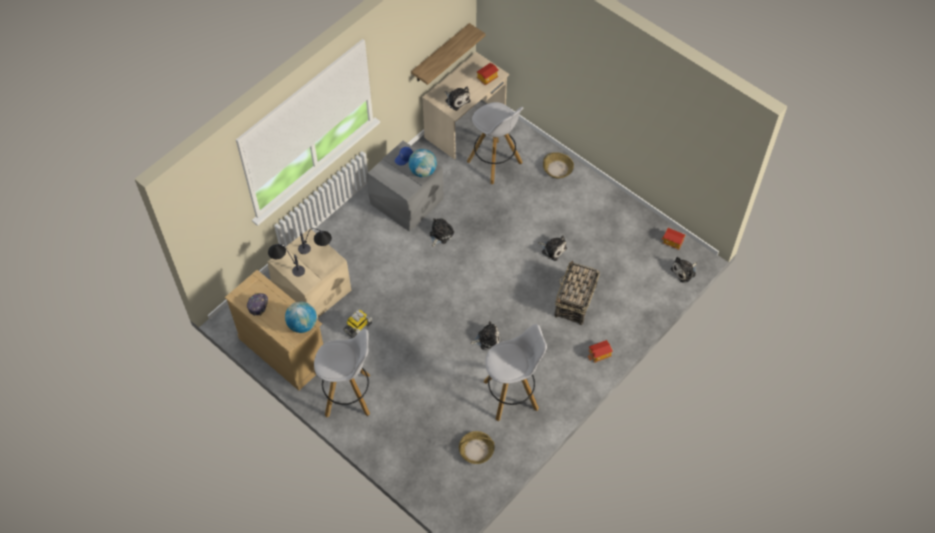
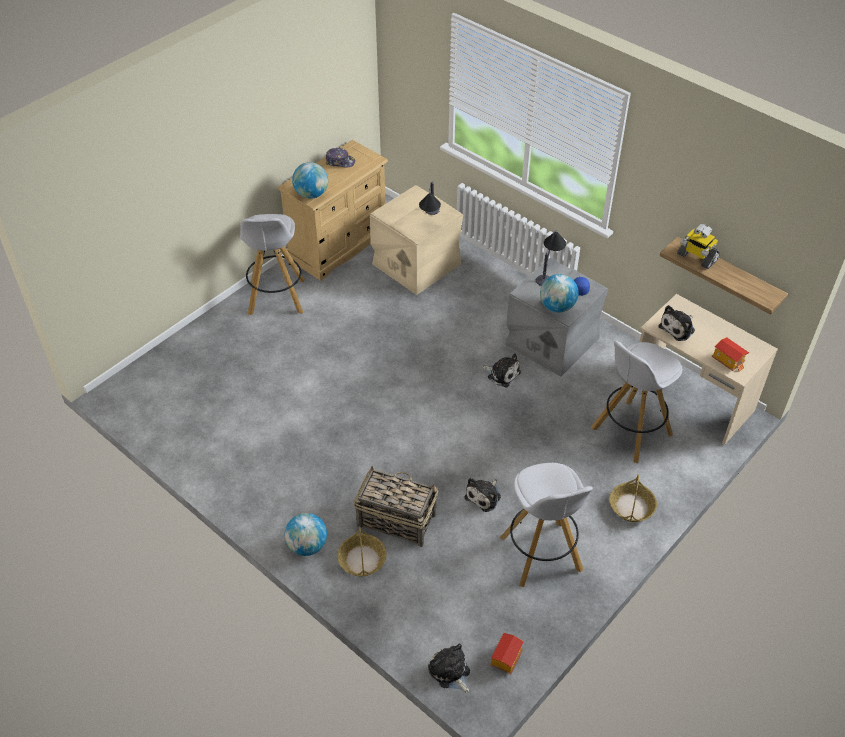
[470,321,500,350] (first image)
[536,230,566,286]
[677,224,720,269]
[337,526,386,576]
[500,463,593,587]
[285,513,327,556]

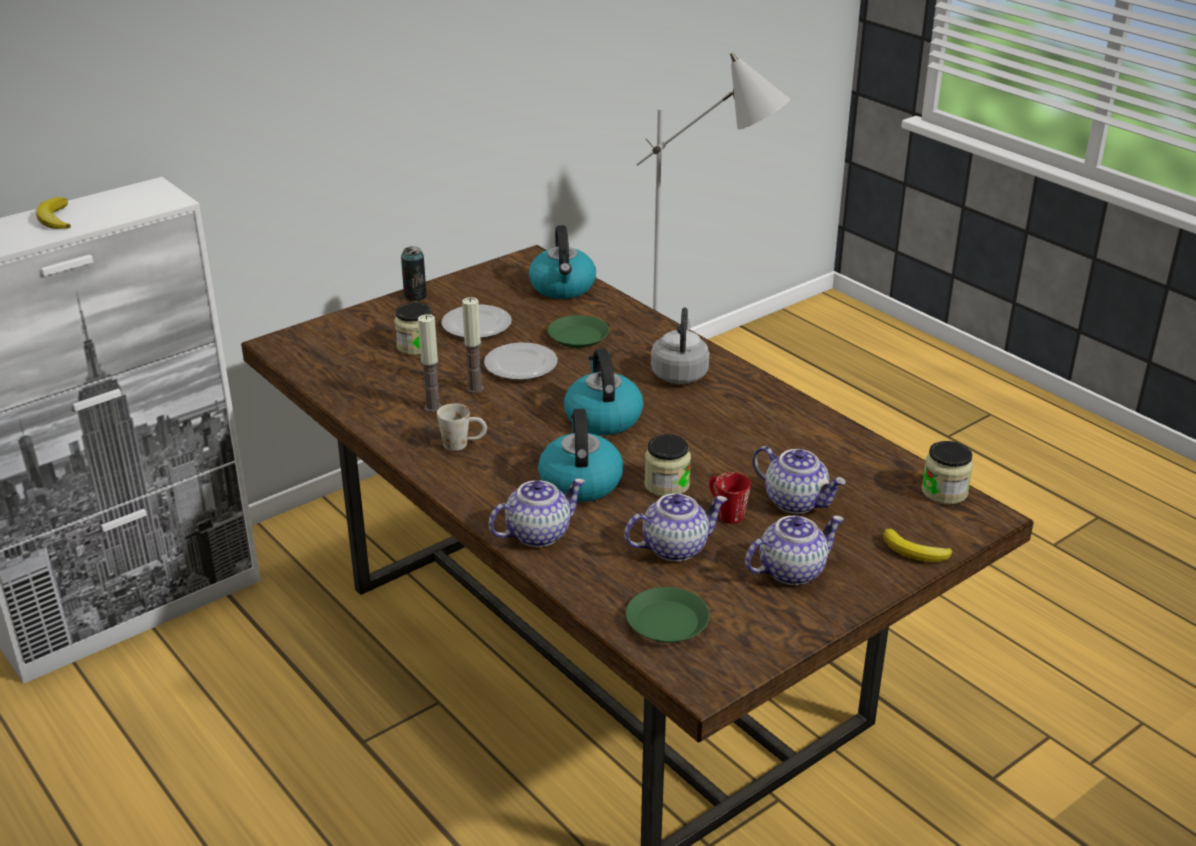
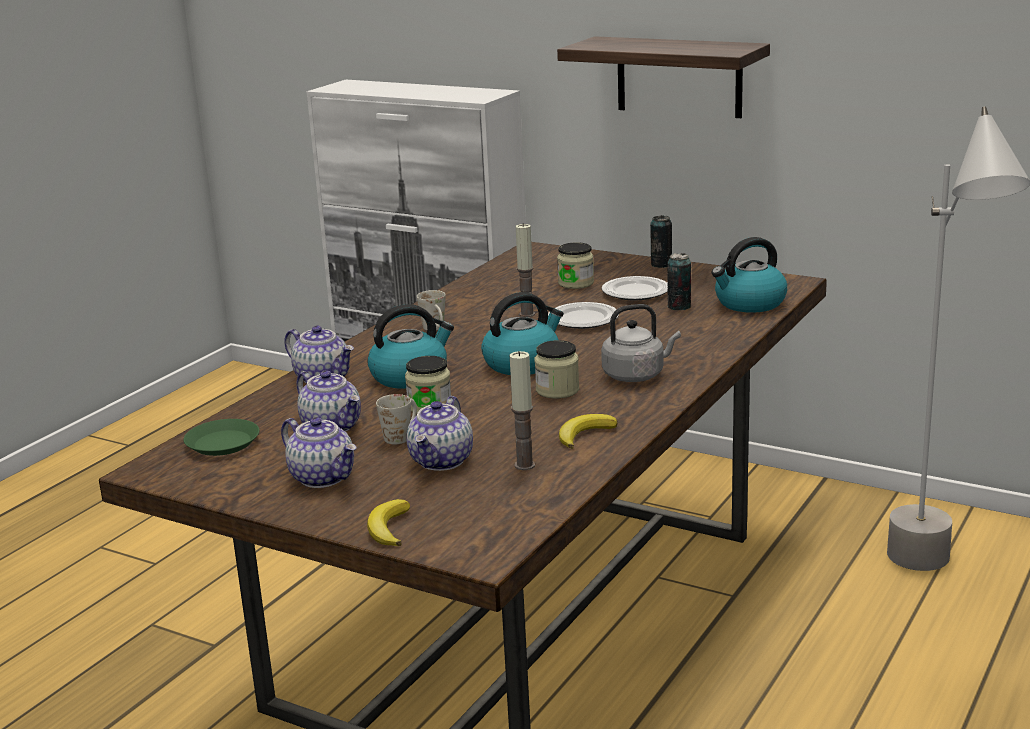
[548,315,609,348] (first image)
[557,36,770,118]
[667,253,691,310]
[559,414,618,449]
[510,351,535,470]
[535,340,579,399]
[376,394,417,444]

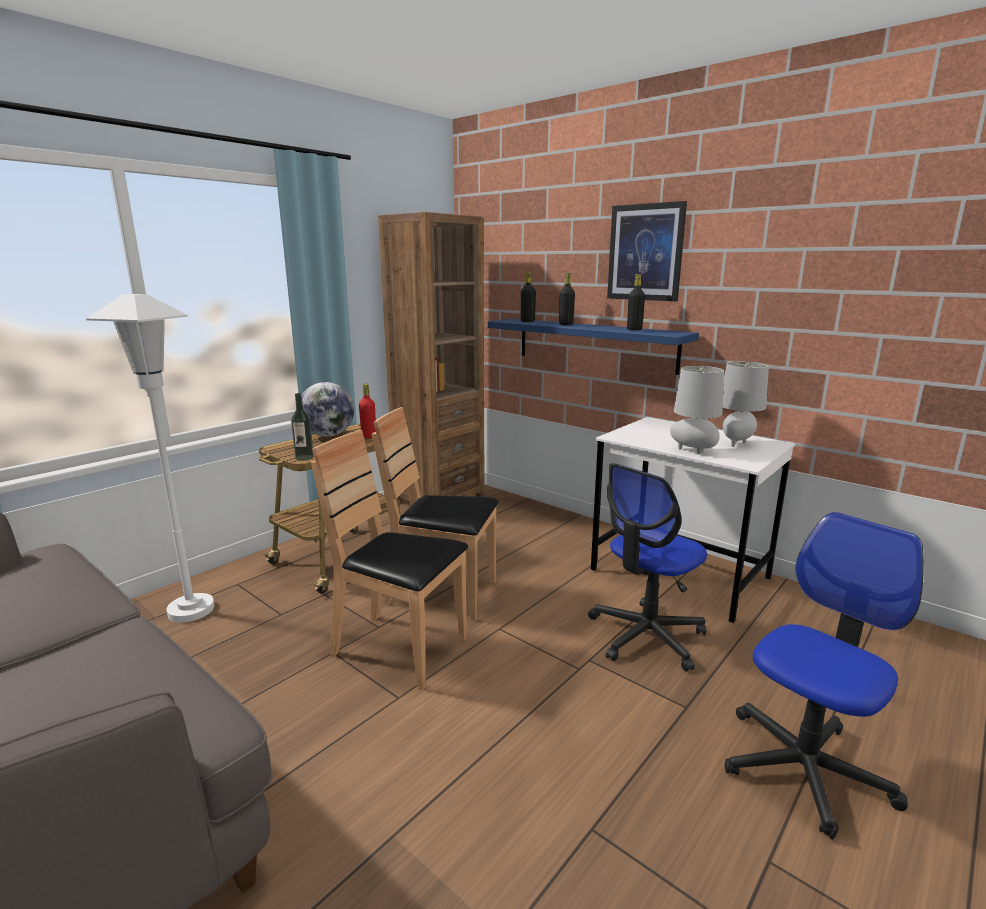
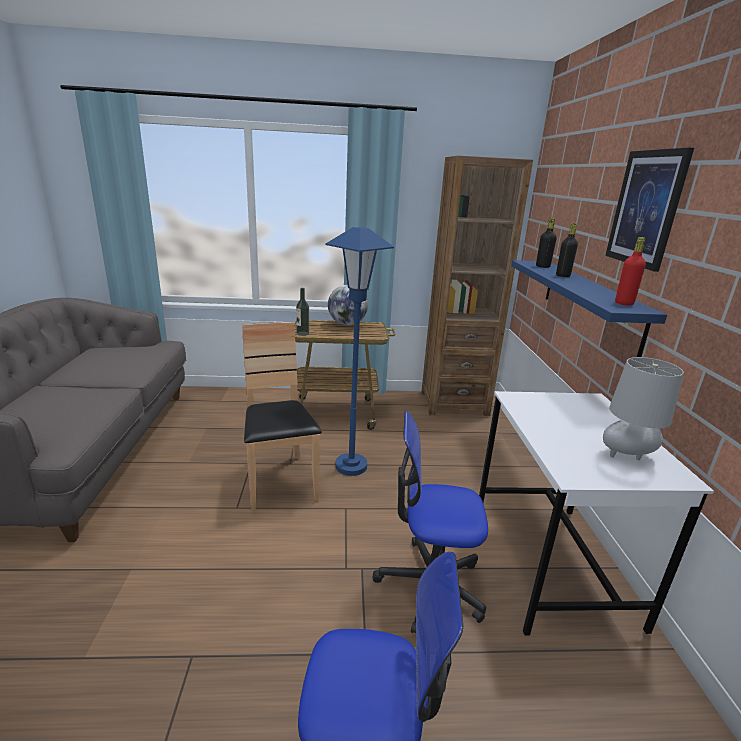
[86,294,214,623] (first image)
[627,274,645,331] (first image)
[670,366,724,454] (first image)
[615,237,646,305]
[326,227,394,476]

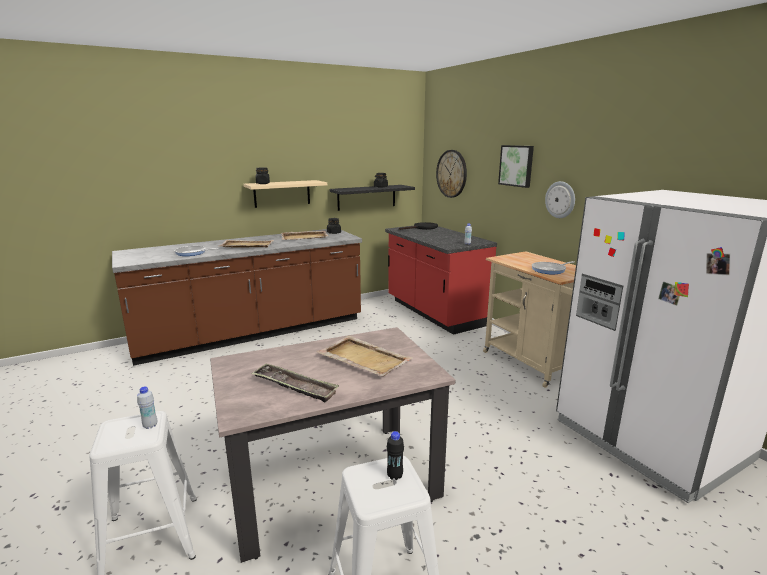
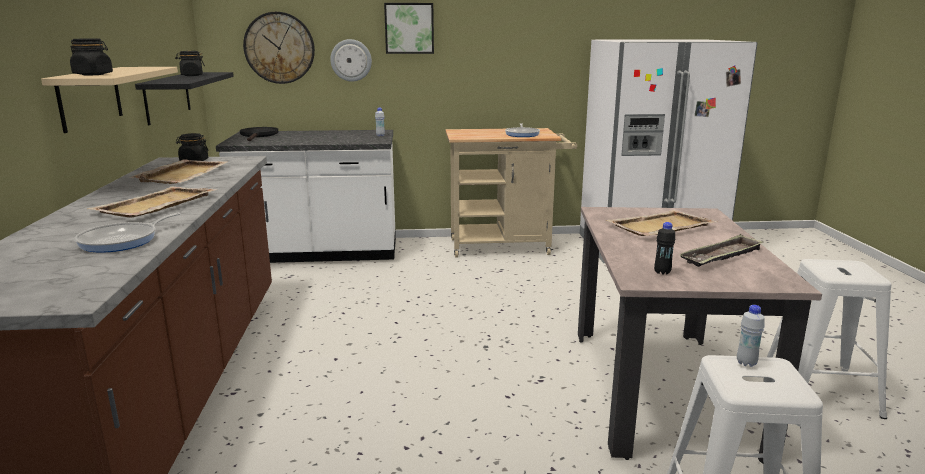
[654,222,675,275]
[330,39,372,82]
[216,130,396,263]

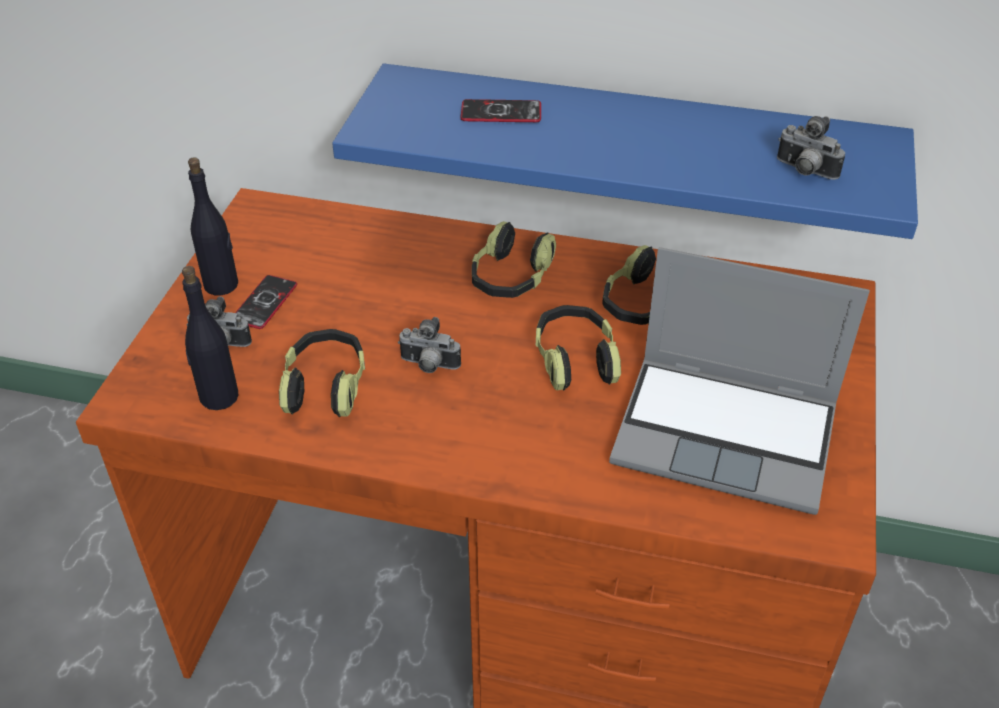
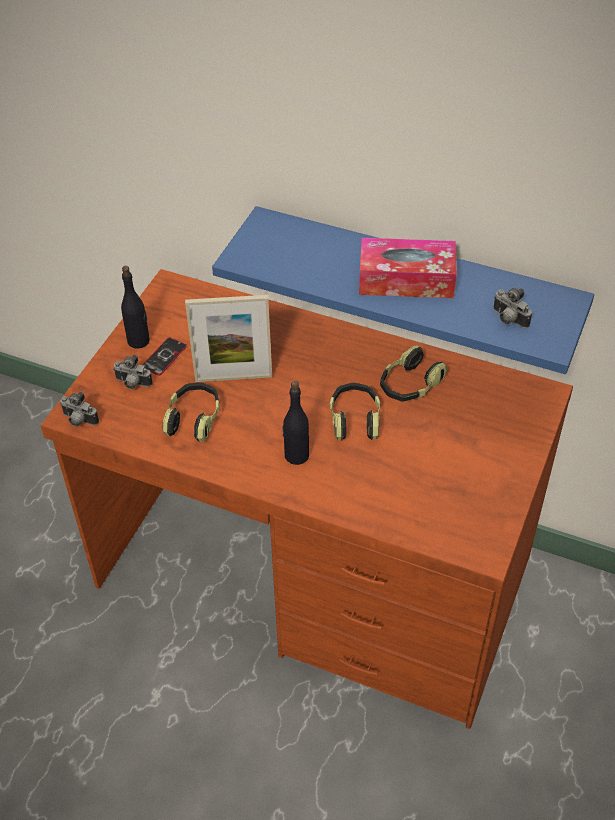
[461,99,541,122] (first image)
[472,221,556,298] (first image)
[609,247,870,515] (first image)
[185,295,272,382]
[359,238,457,298]
[282,381,309,465]
[60,392,99,427]

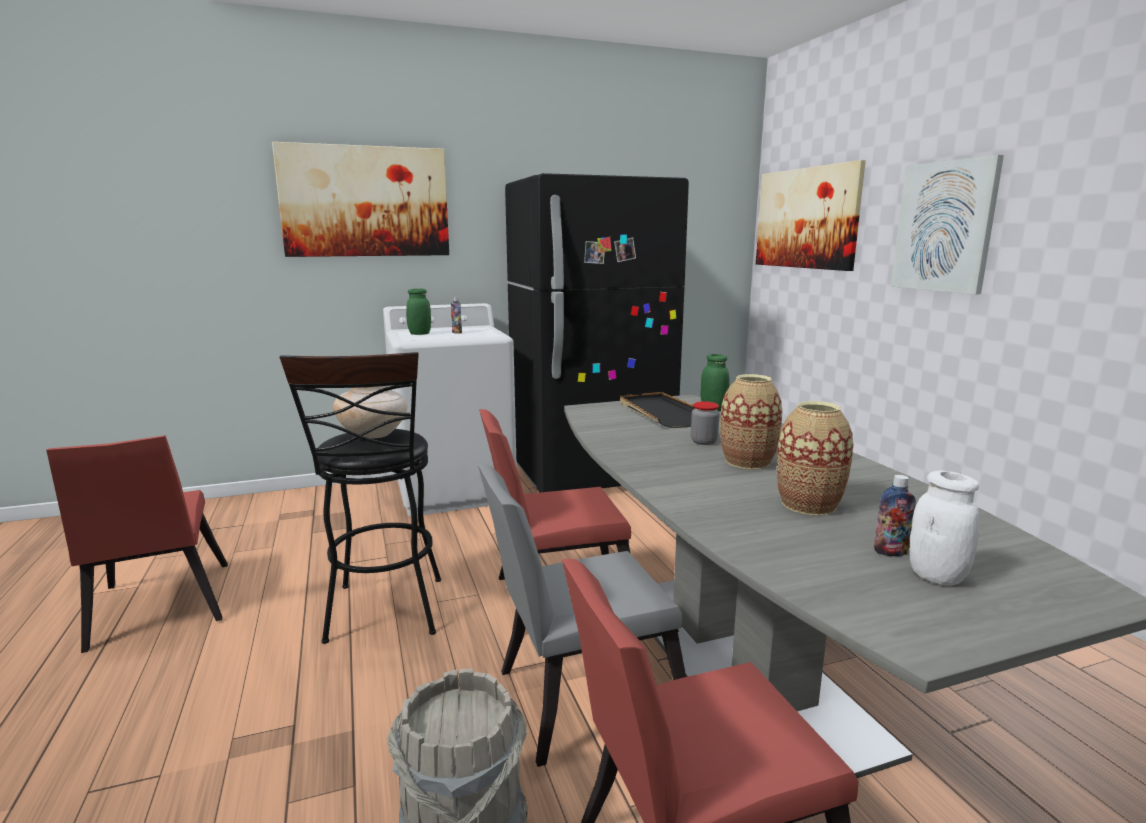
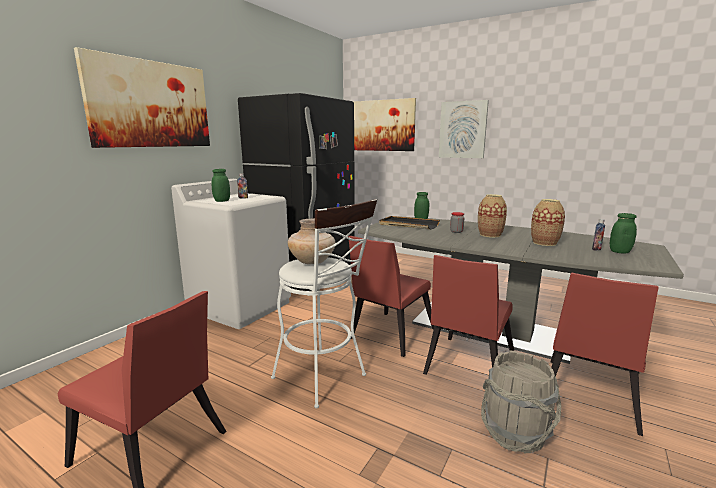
[271,199,377,408]
[423,255,514,375]
[610,213,637,253]

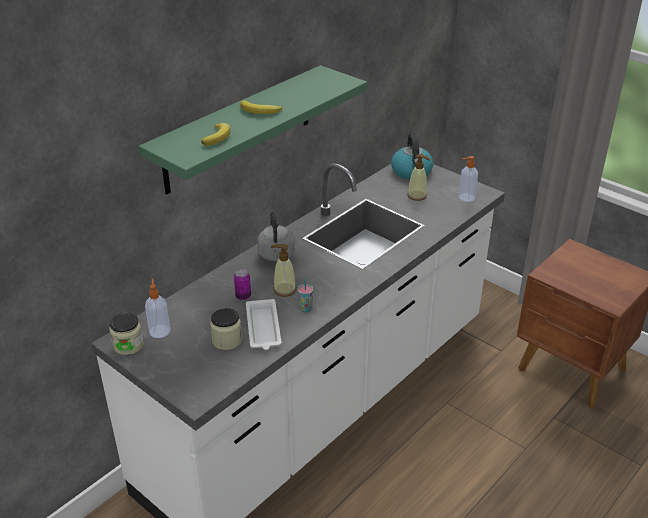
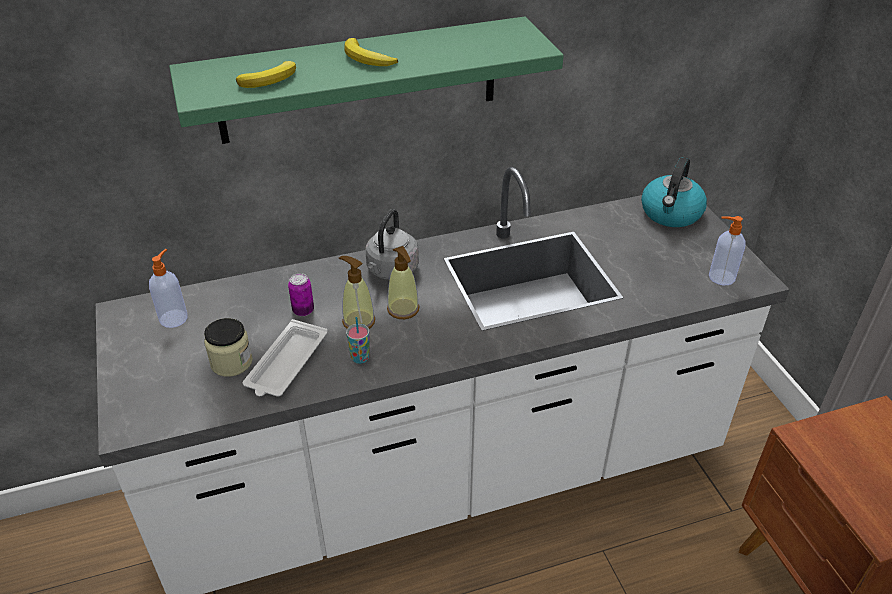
[109,313,143,355] (first image)
[387,246,420,319]

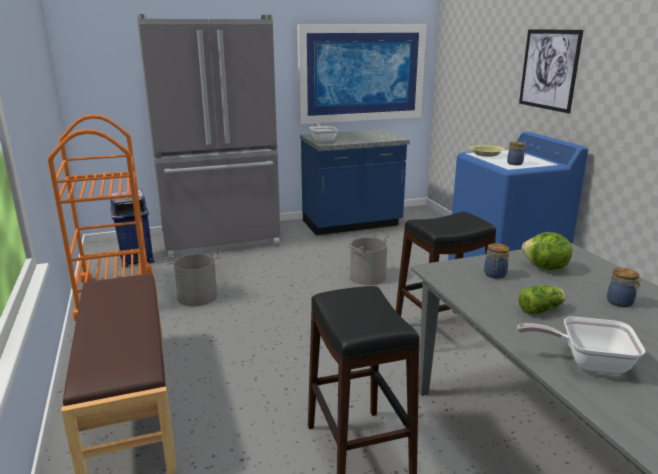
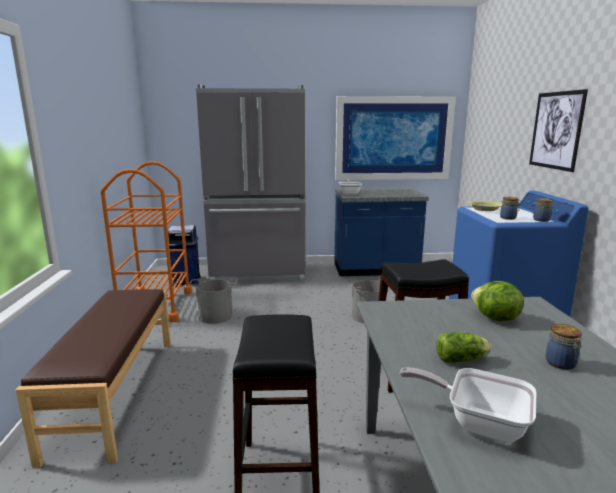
[533,198,553,222]

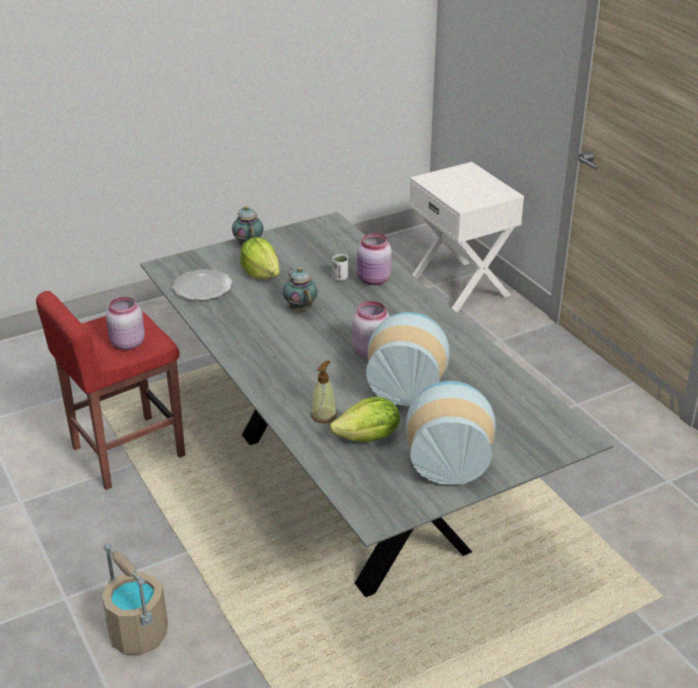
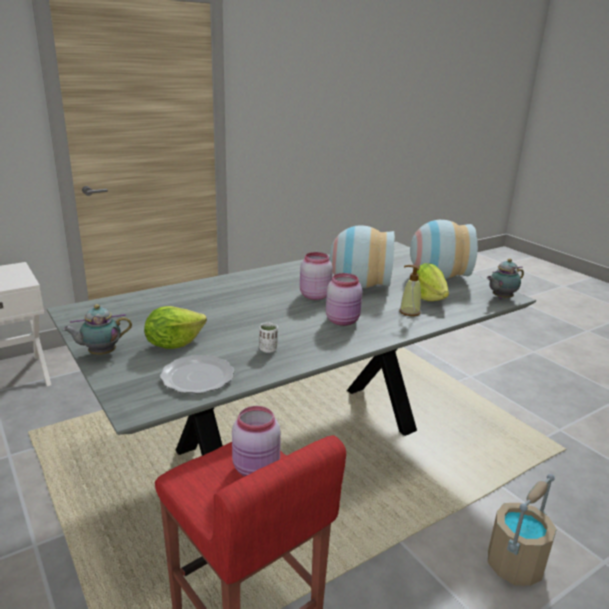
[487,259,524,299]
[259,323,278,353]
[326,273,362,326]

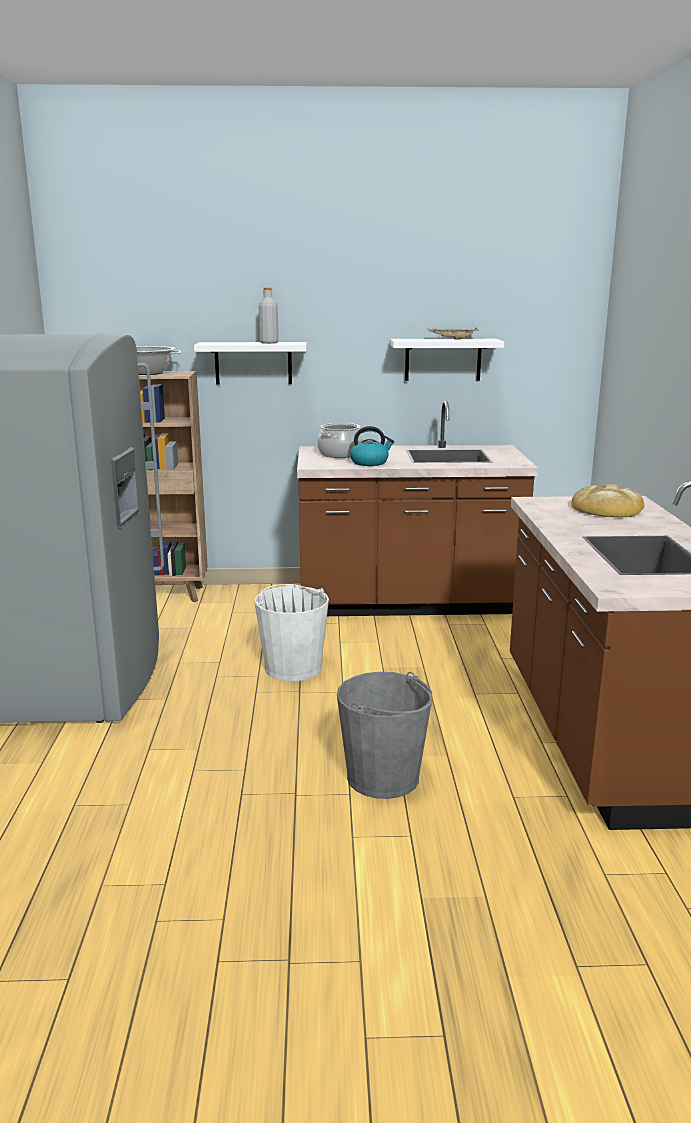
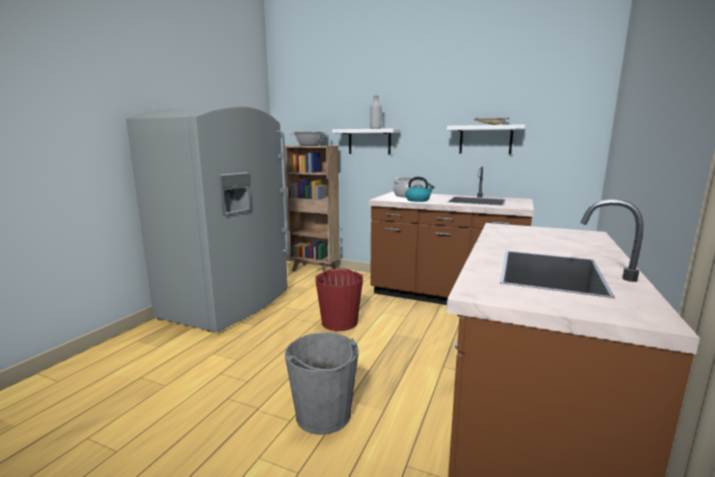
[571,485,644,517] (first image)
[315,268,363,331]

